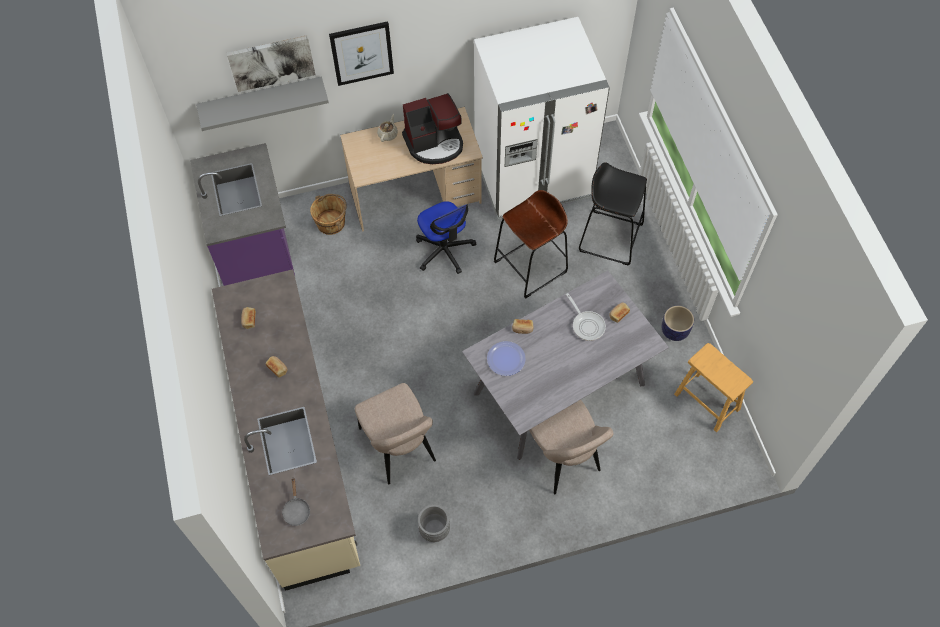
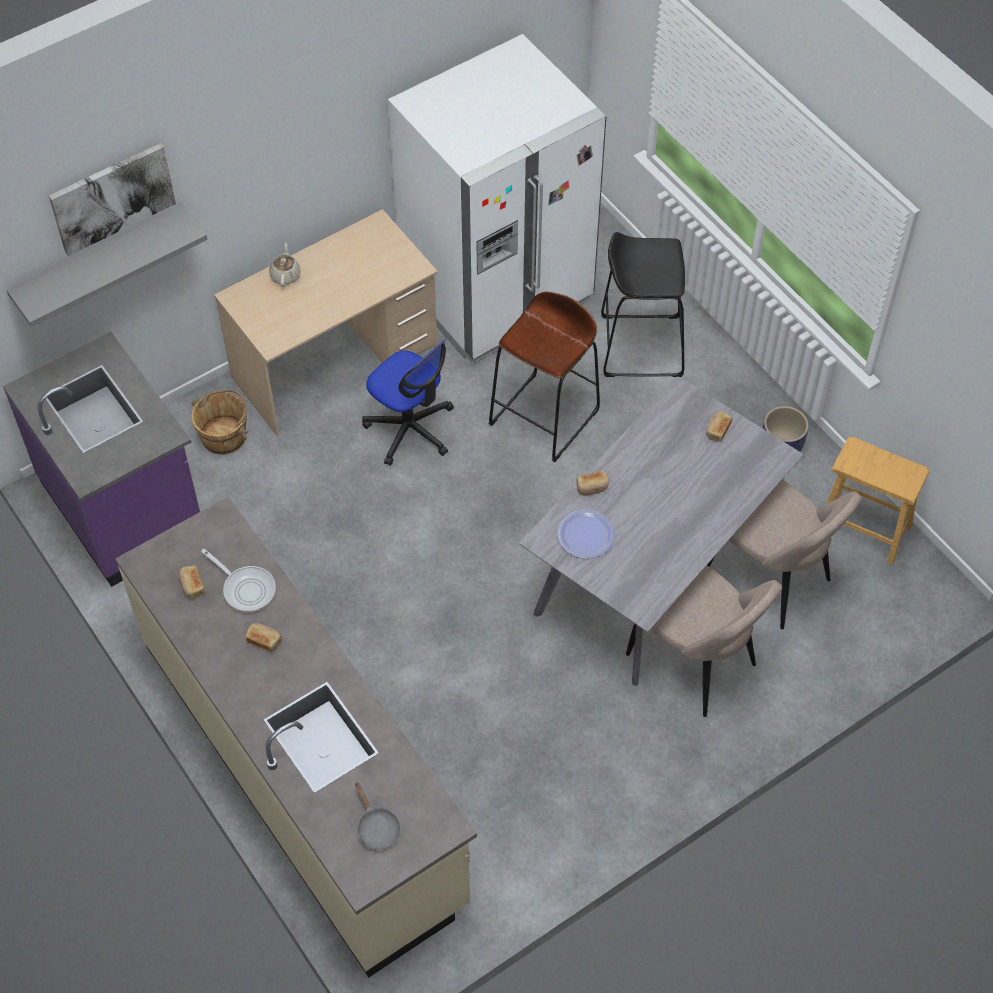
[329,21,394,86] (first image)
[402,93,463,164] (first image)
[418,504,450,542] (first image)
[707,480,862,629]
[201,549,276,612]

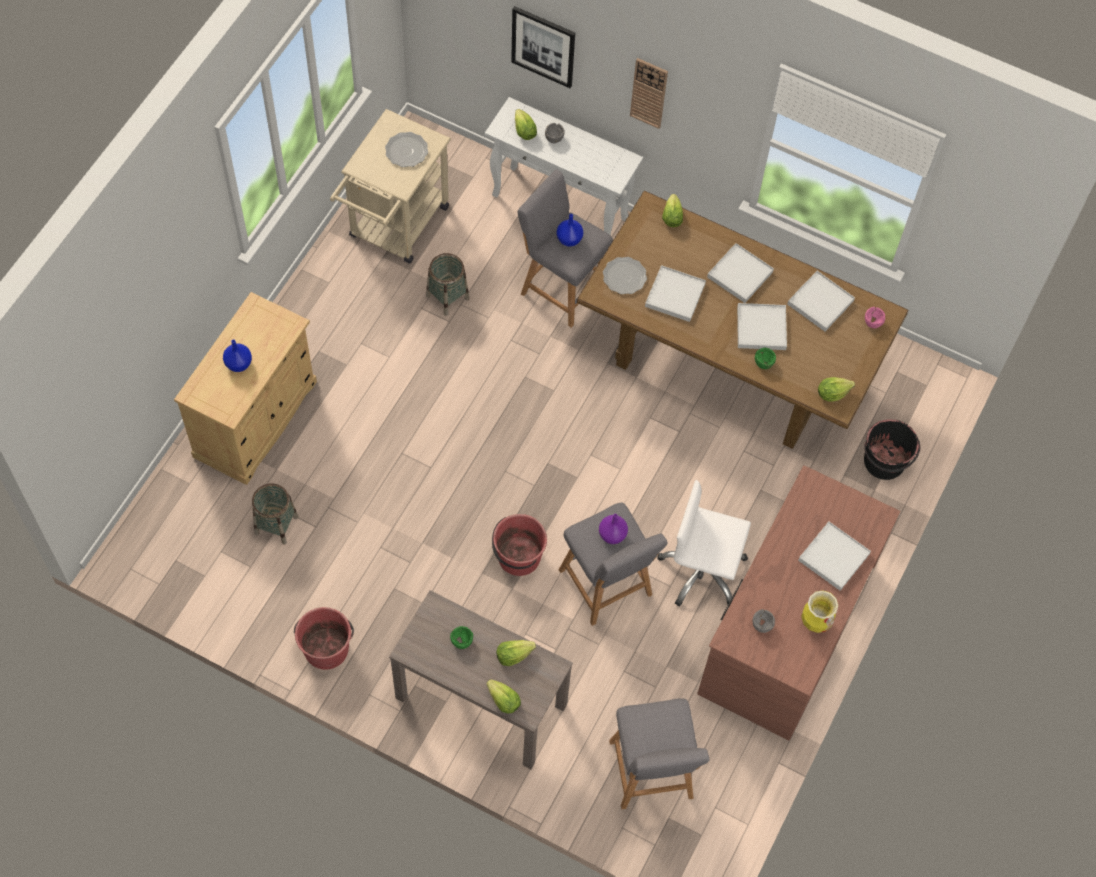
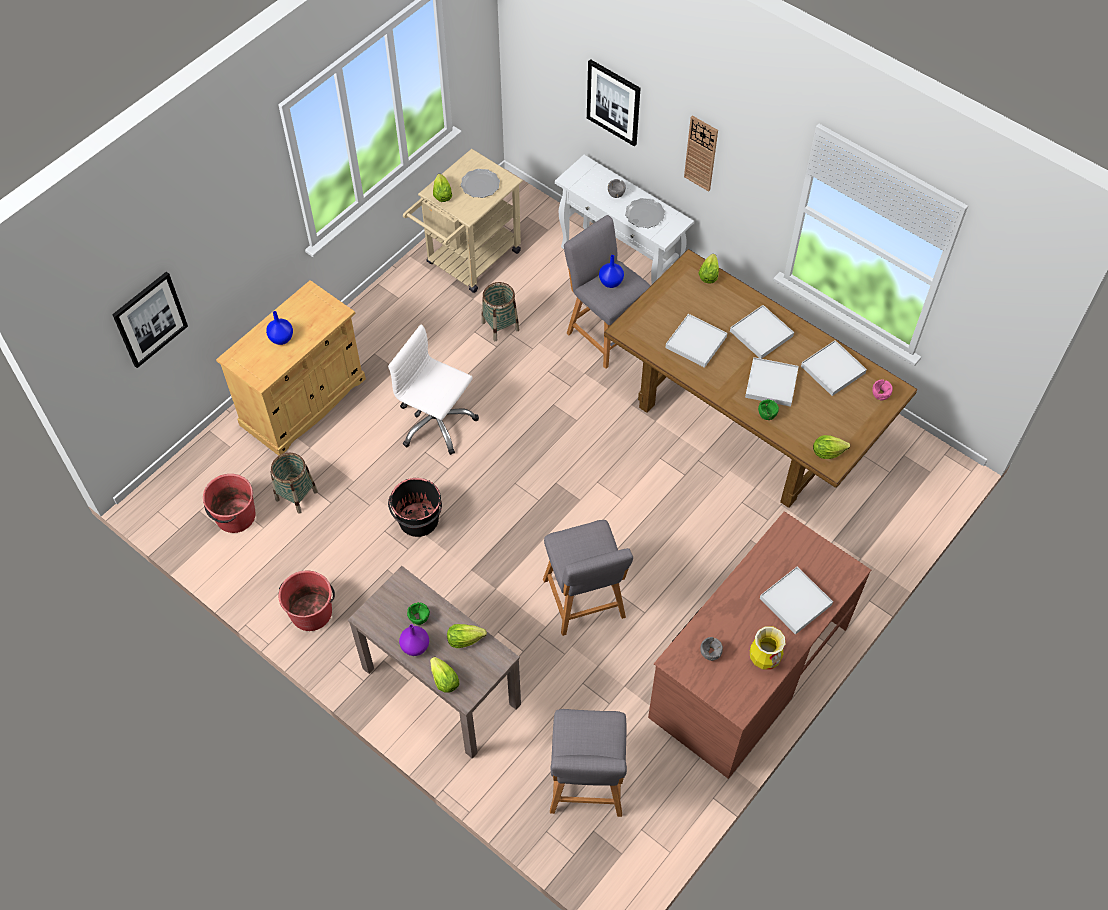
[112,272,188,368]
[203,474,255,533]
[433,174,452,202]
[399,624,429,656]
[625,198,665,228]
[388,324,479,455]
[388,478,442,537]

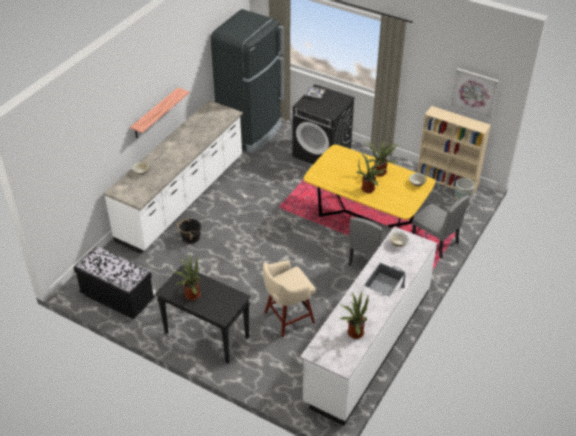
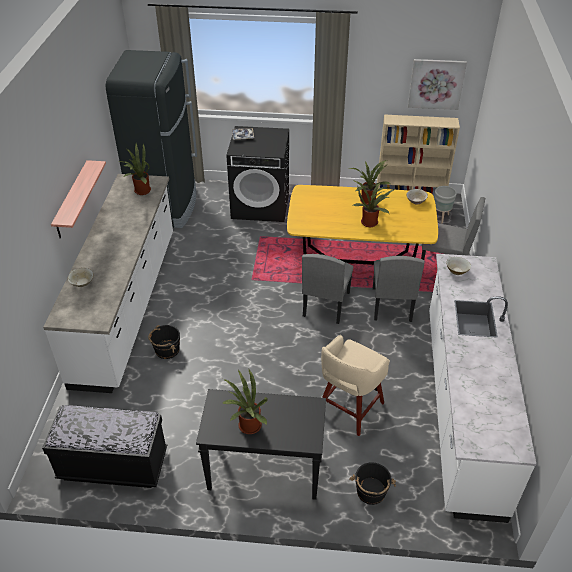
[302,254,353,324]
[349,462,396,505]
[118,143,151,195]

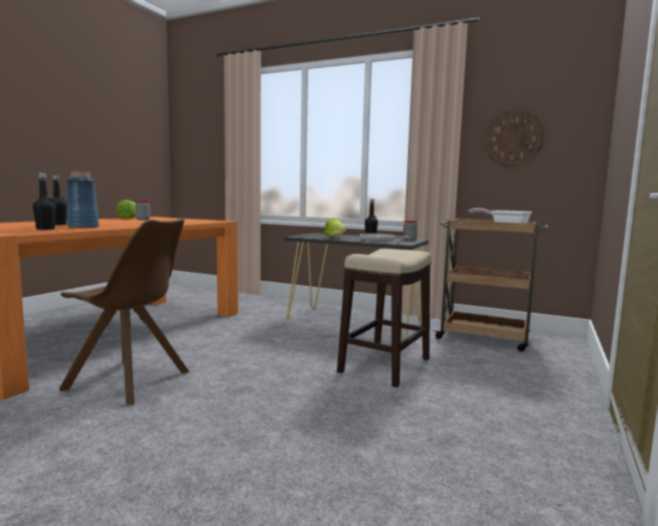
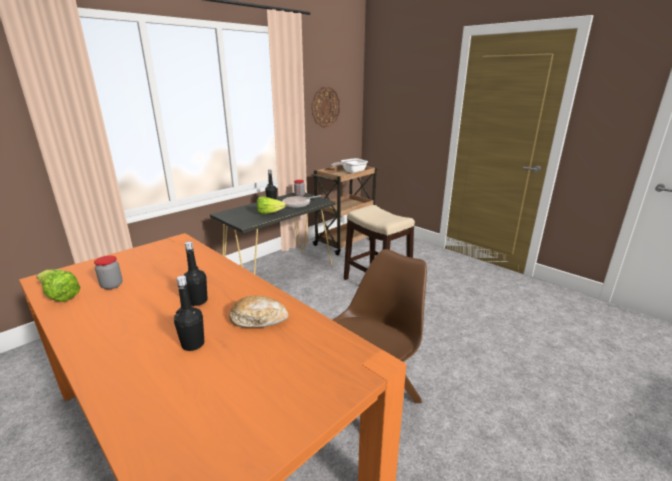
[183,241,208,306]
[229,296,289,328]

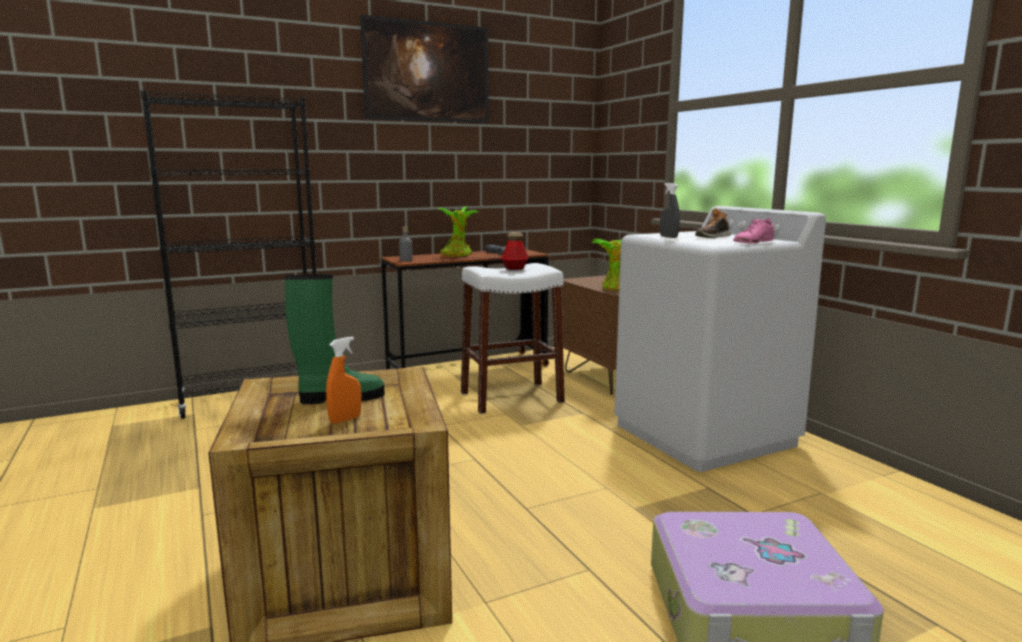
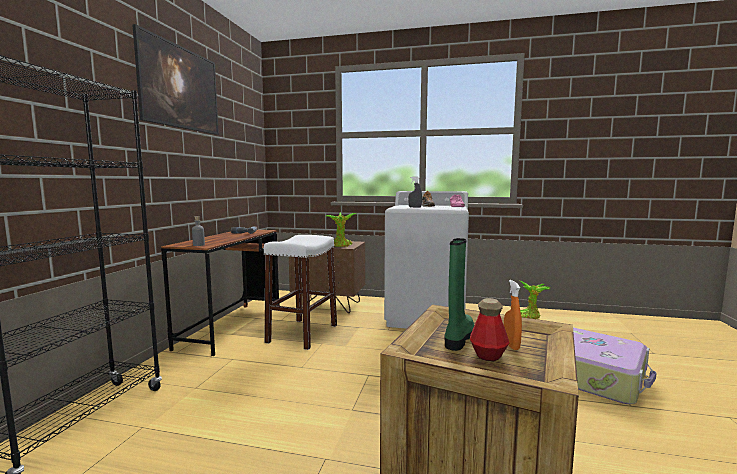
[520,281,551,319]
[470,298,509,361]

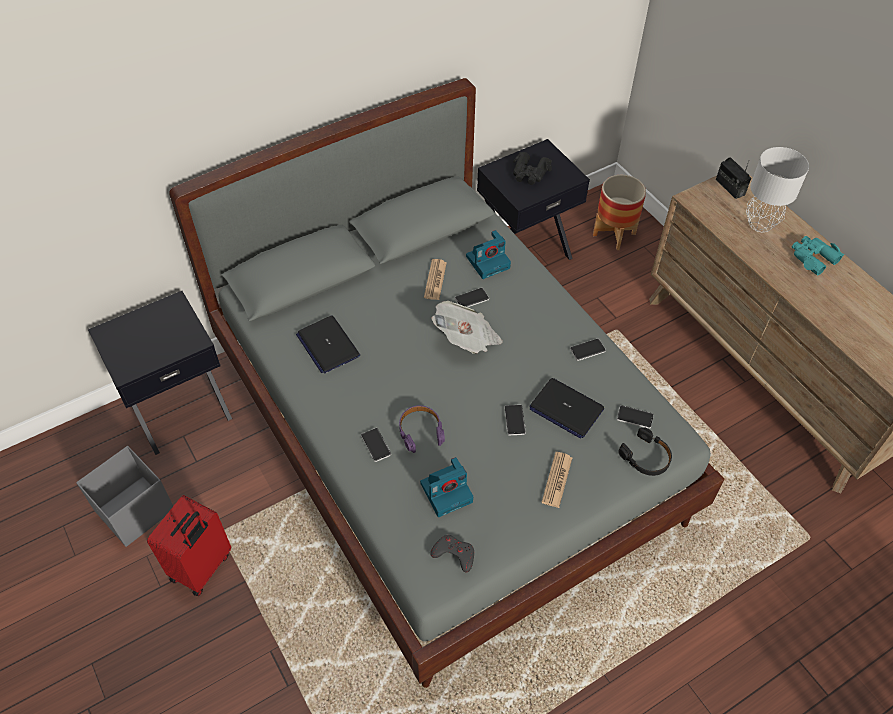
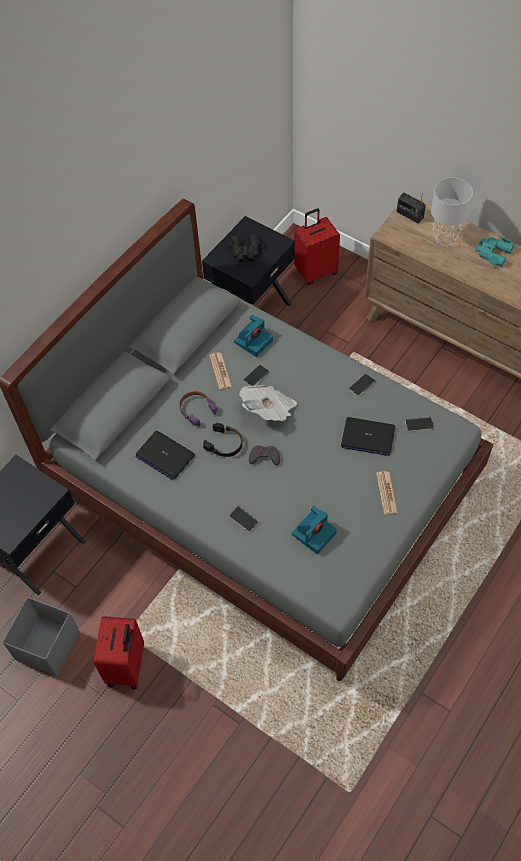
[504,405,526,435] (first image)
[179,391,218,426]
[249,446,280,465]
[203,423,243,457]
[294,208,340,285]

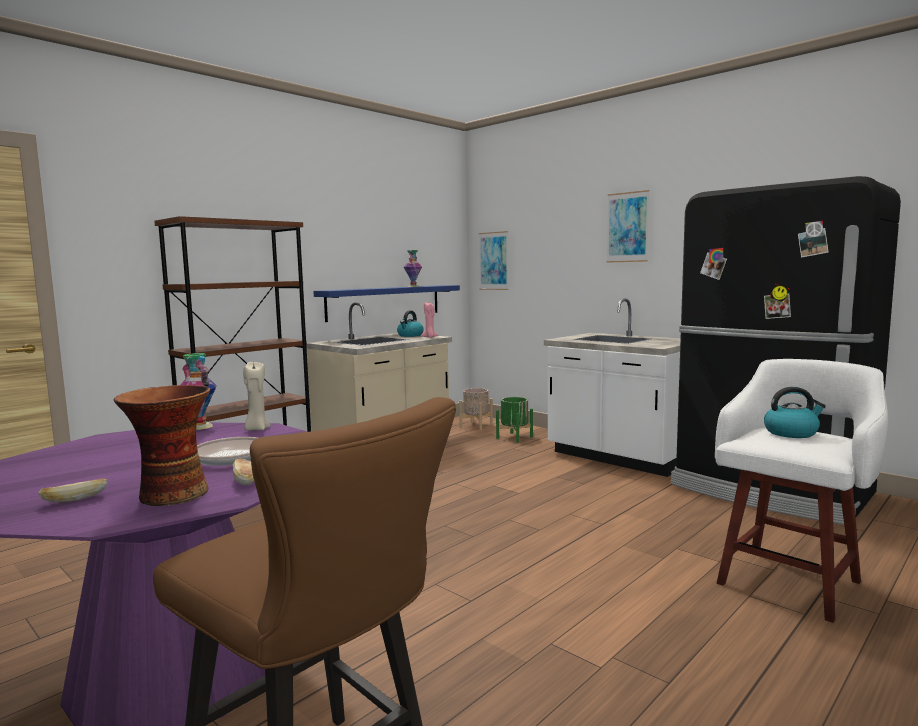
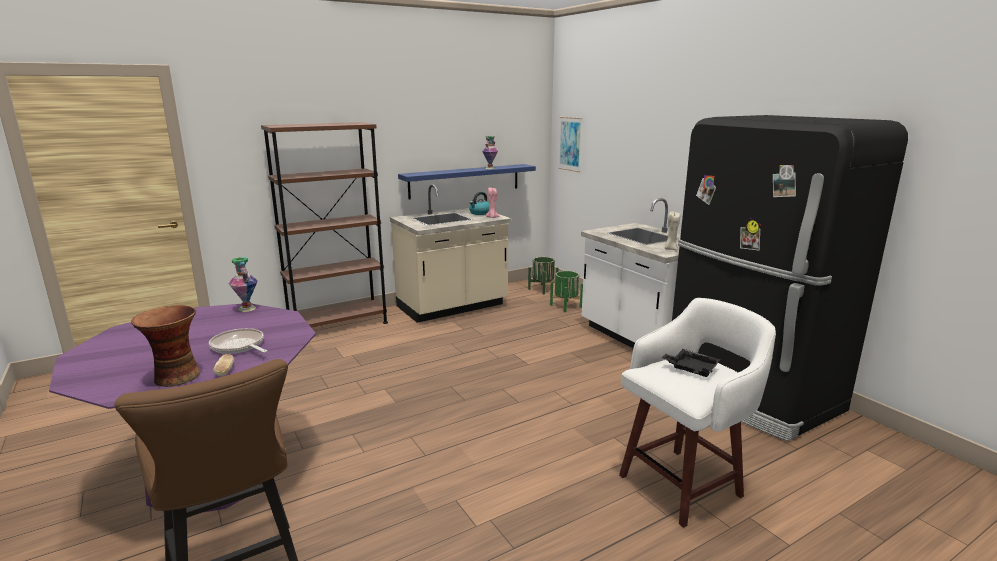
[38,478,108,502] (first image)
[606,190,650,263] (first image)
[665,211,680,250]
[662,349,720,377]
[528,257,559,295]

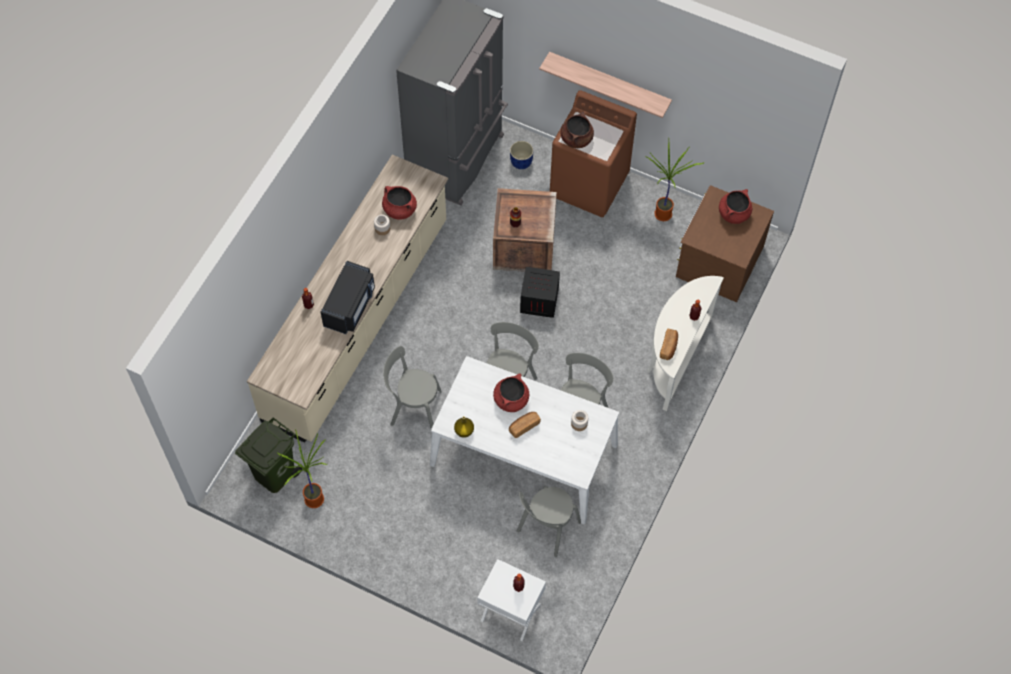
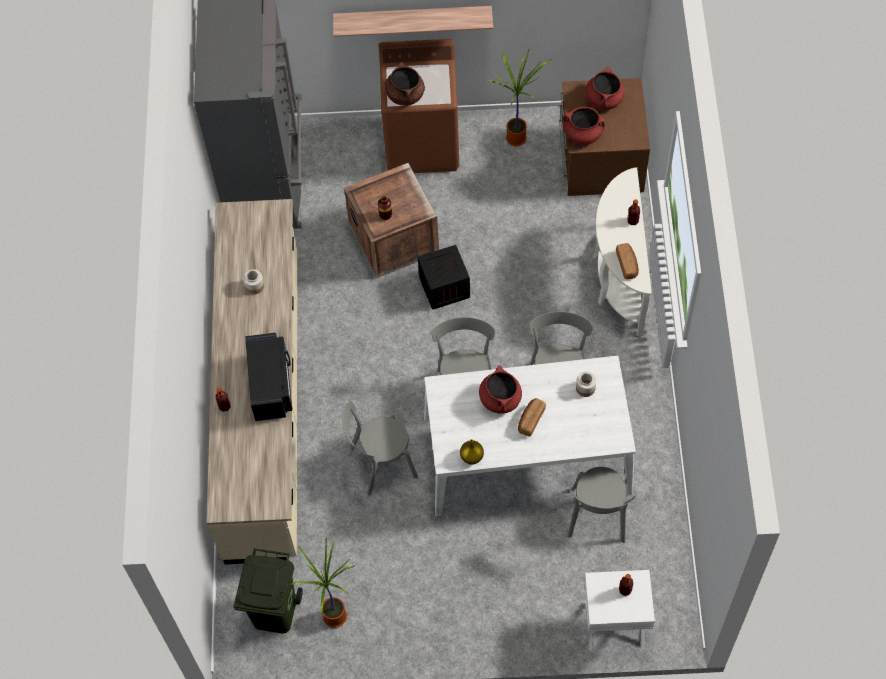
[510,141,534,169] (first image)
[562,107,605,145]

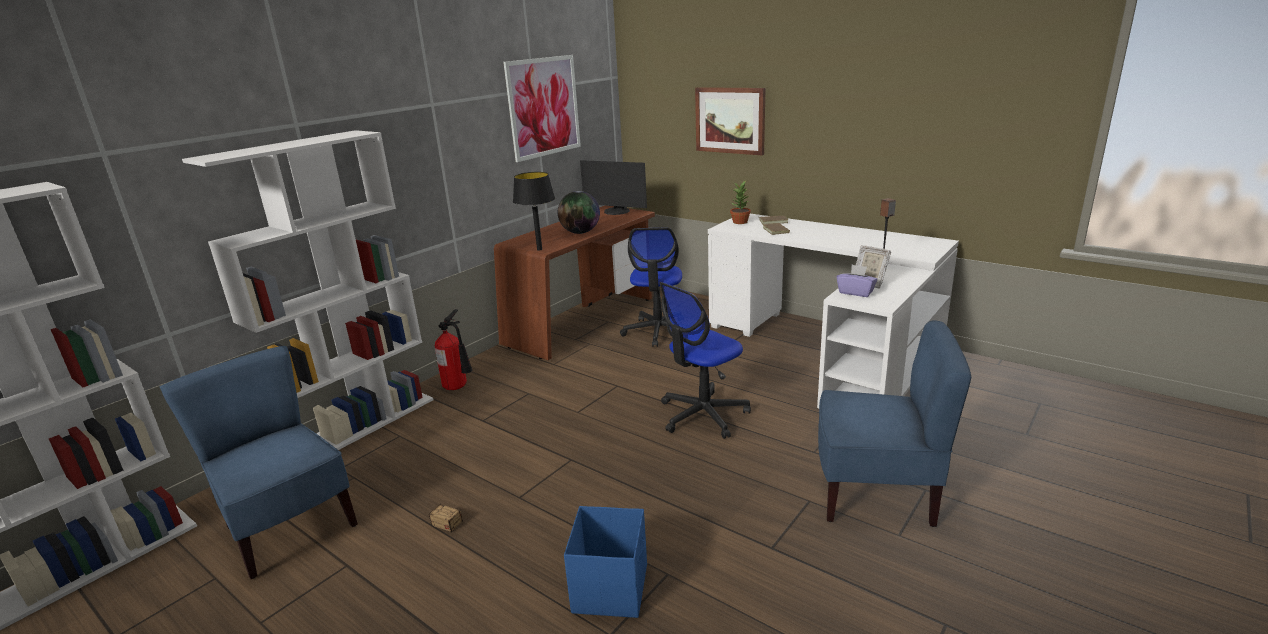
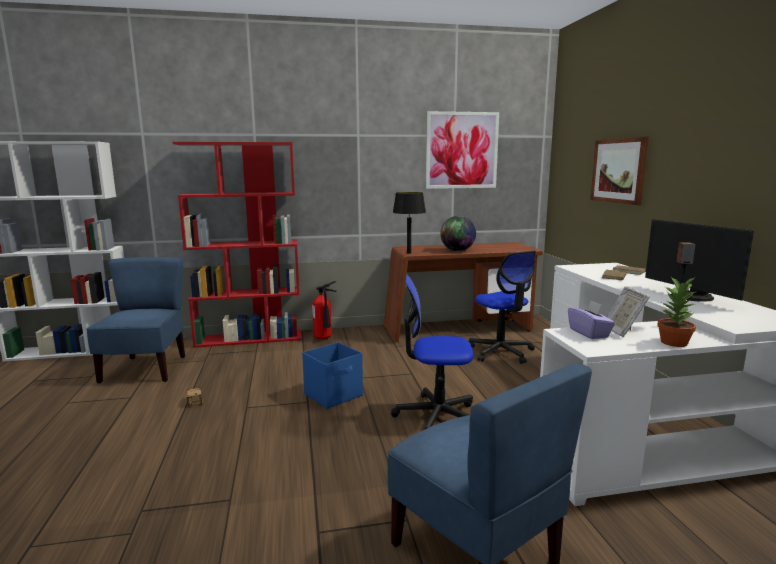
[302,342,363,409]
[645,219,754,302]
[657,277,697,347]
[173,142,302,348]
[469,250,536,364]

